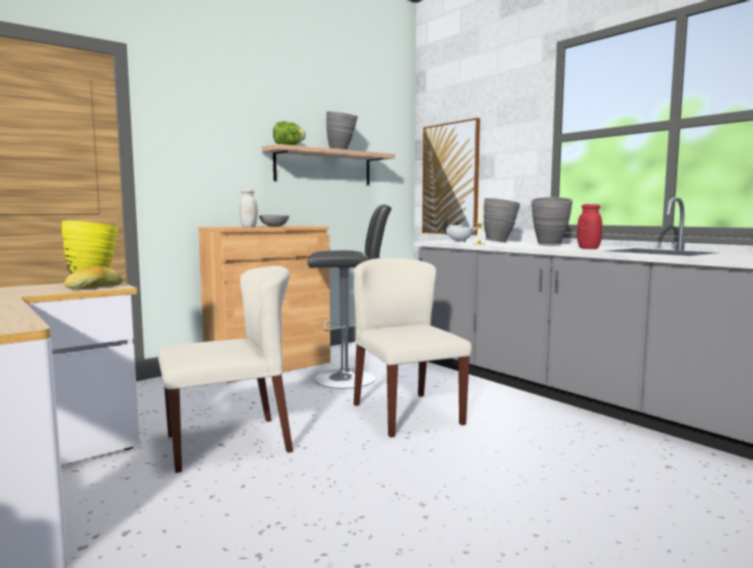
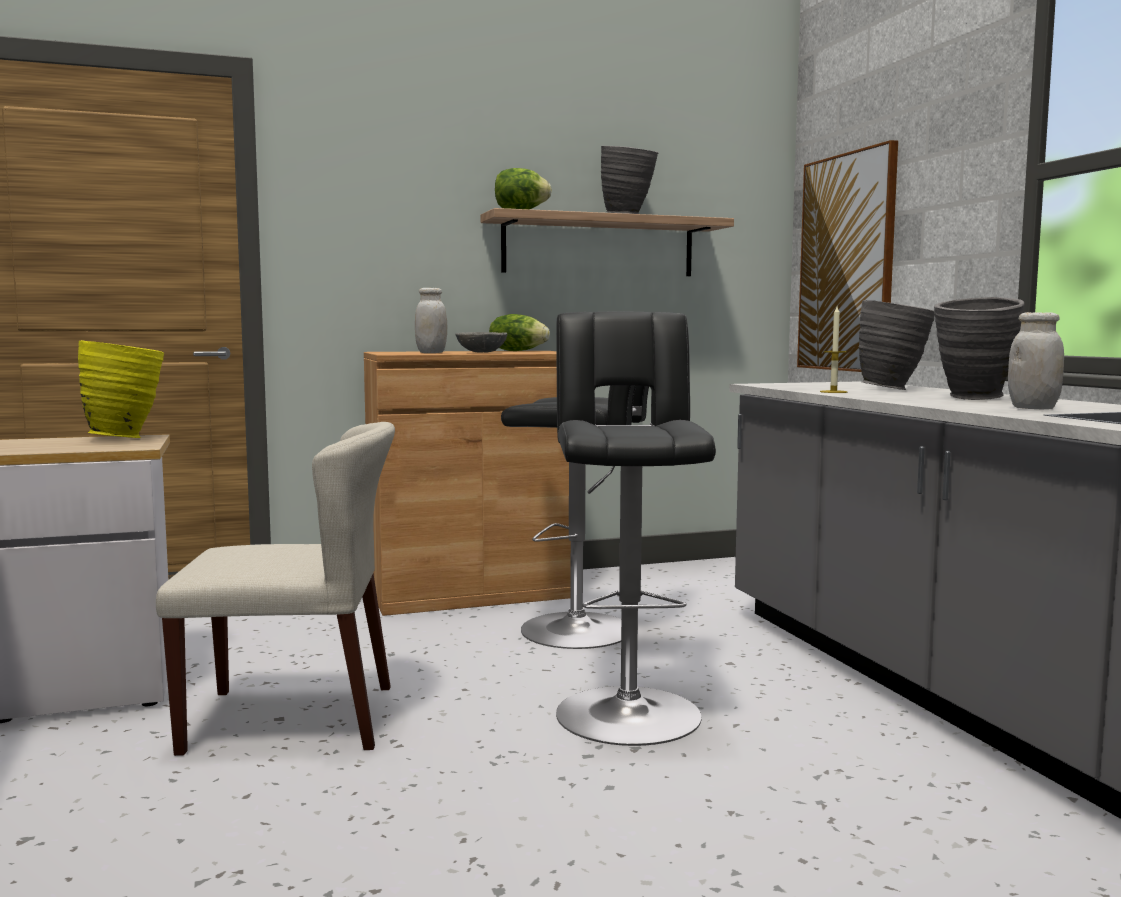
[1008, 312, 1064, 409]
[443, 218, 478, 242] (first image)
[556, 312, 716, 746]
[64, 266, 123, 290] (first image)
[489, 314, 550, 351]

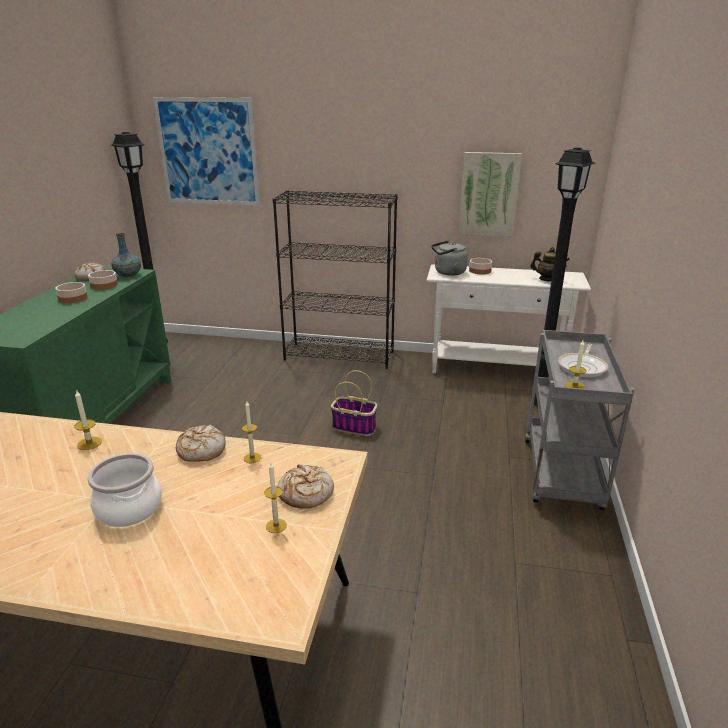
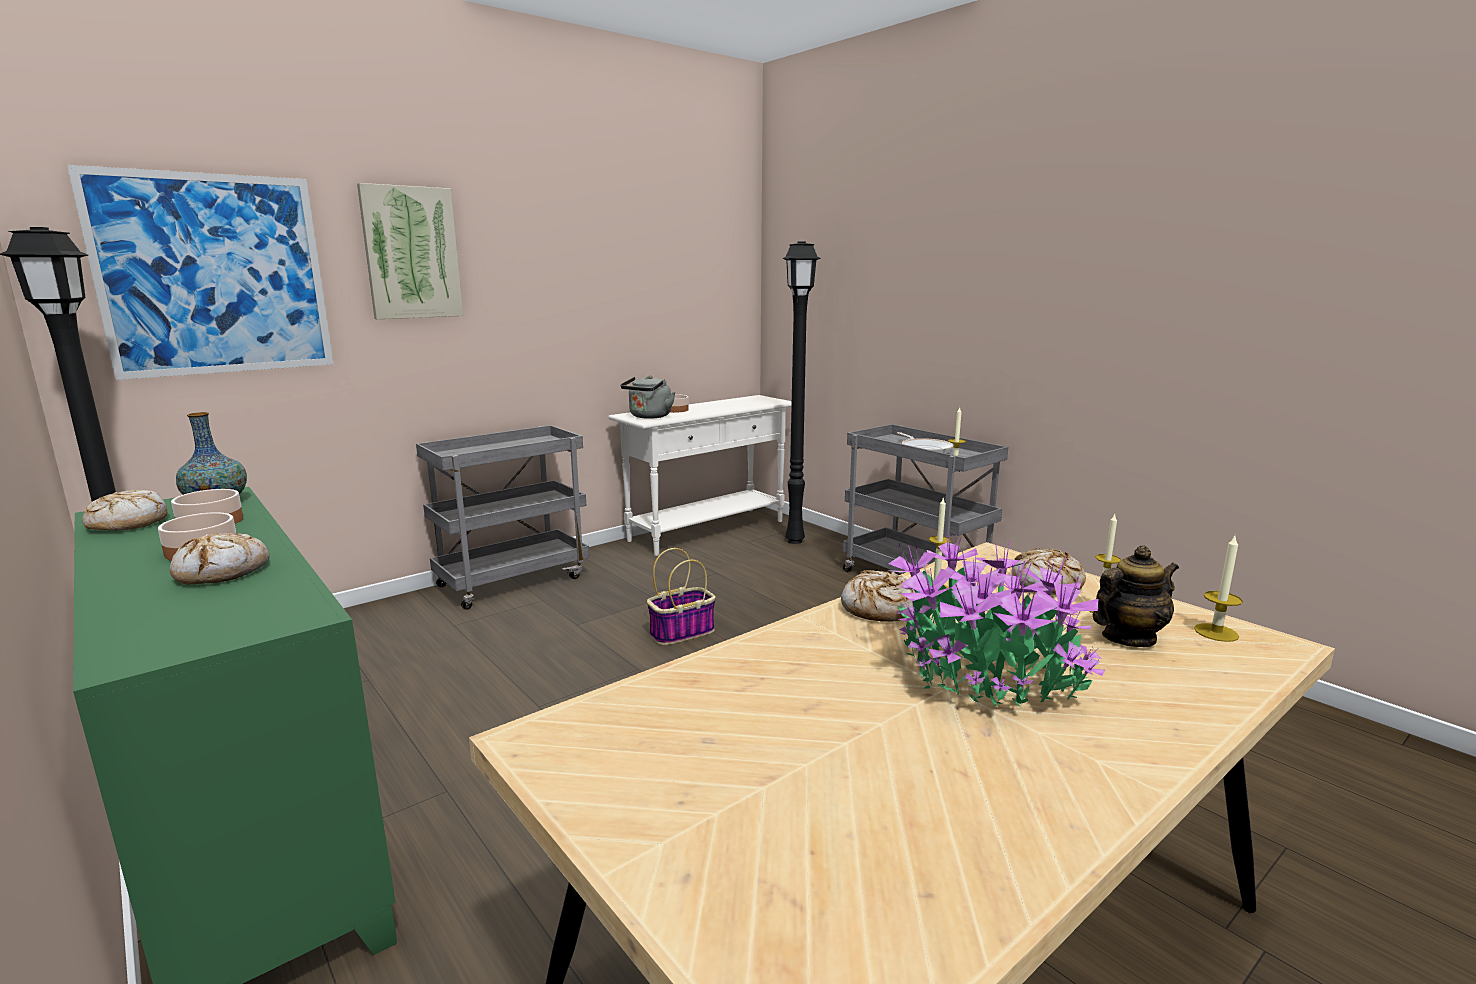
[357, 183, 463, 319]
[416, 425, 590, 610]
[1093, 545, 1179, 647]
[1194, 536, 1243, 642]
[886, 532, 1105, 708]
[170, 533, 270, 584]

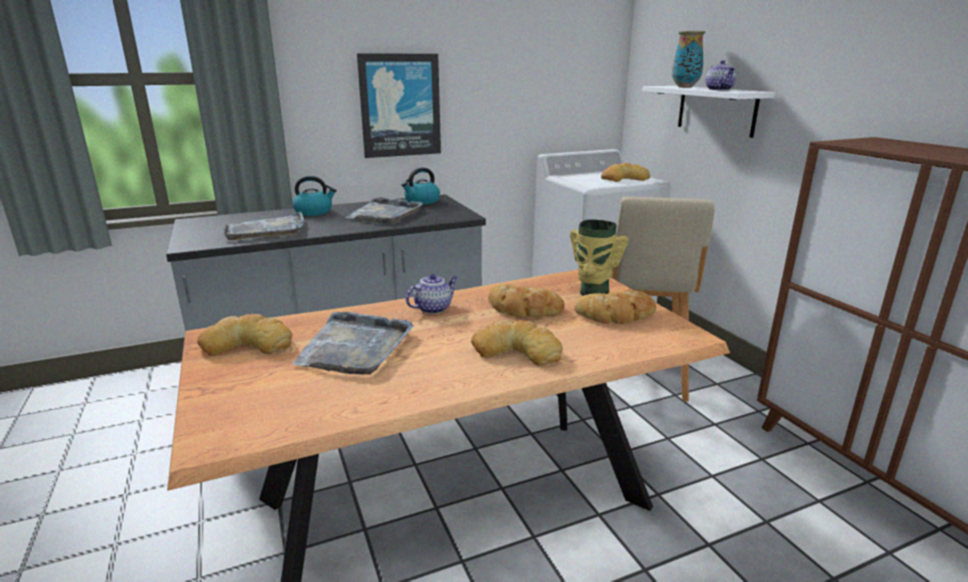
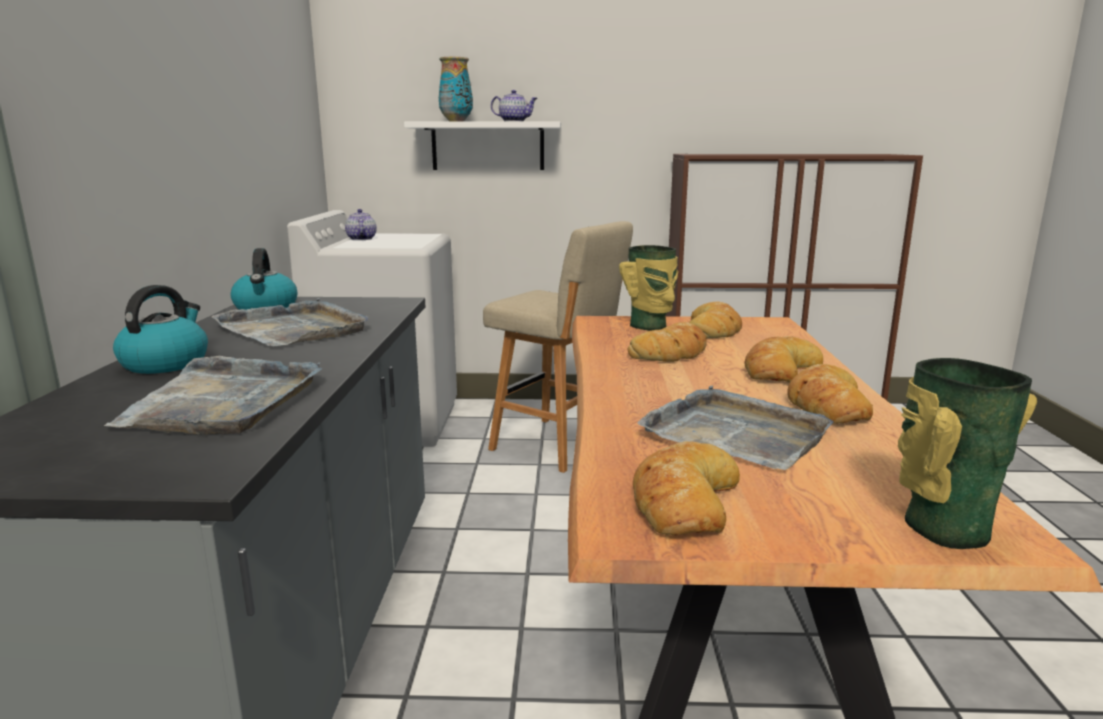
[357, 54, 441, 158] (first image)
[787, 364, 873, 424]
[345, 209, 377, 240]
[898, 358, 1037, 549]

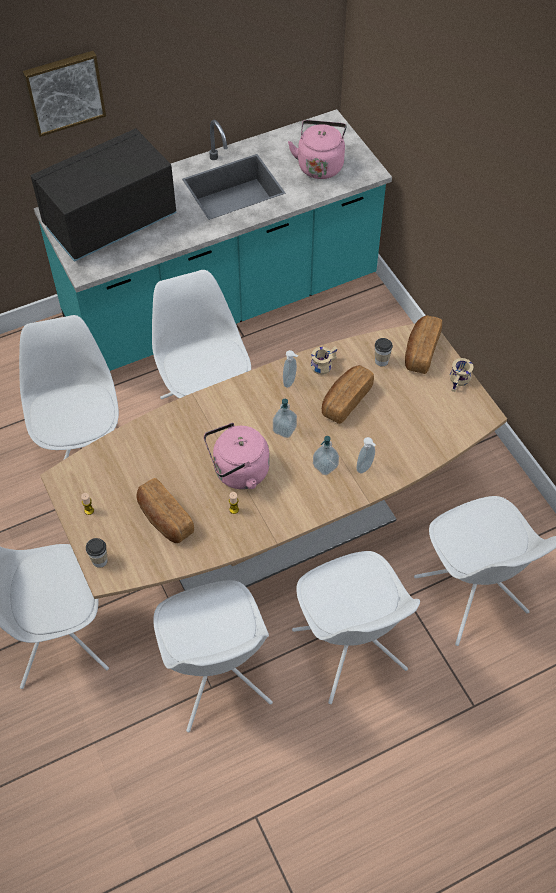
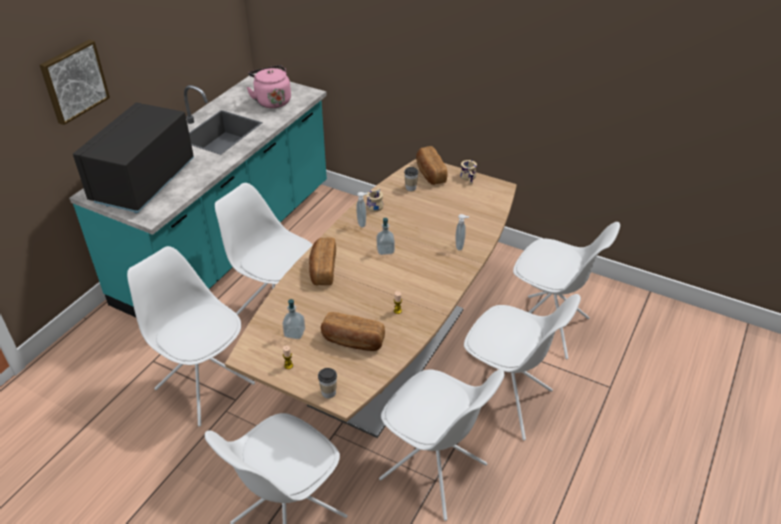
[309, 237, 336, 285]
[204, 423, 269, 489] (first image)
[282, 299, 305, 339]

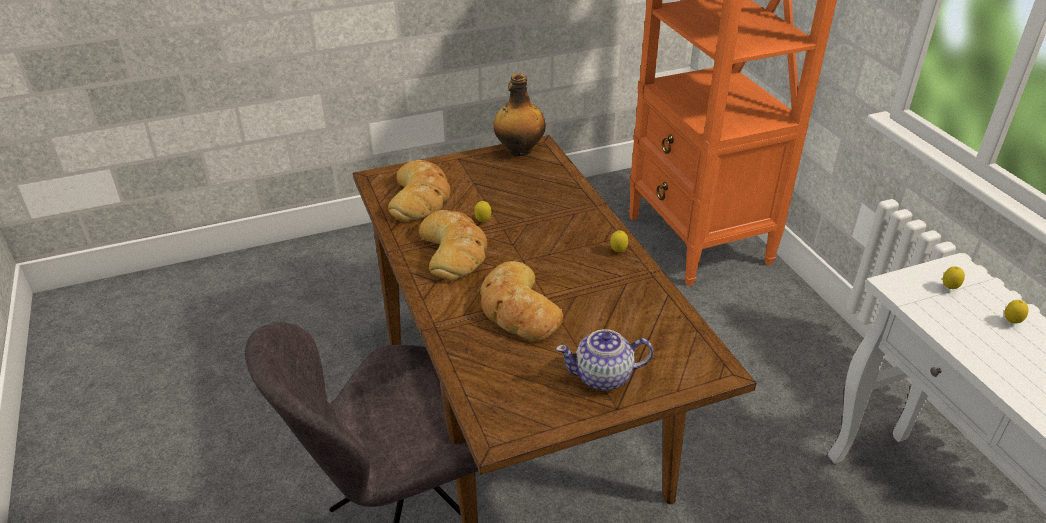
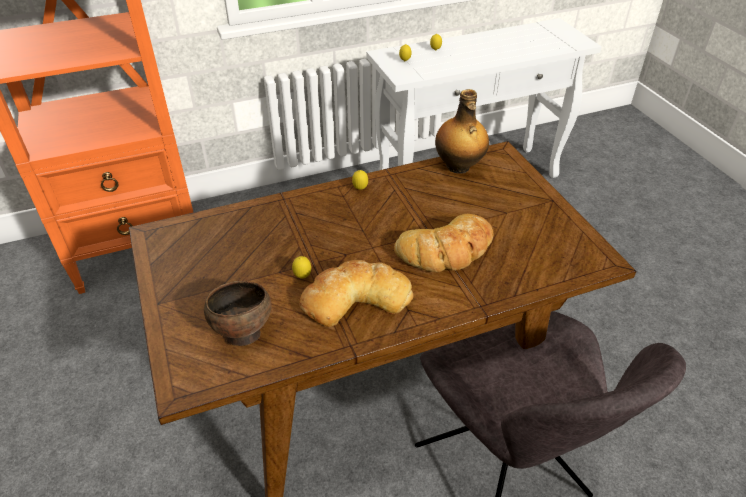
[435, 89, 489, 174]
[204, 281, 272, 346]
[556, 329, 654, 391] (first image)

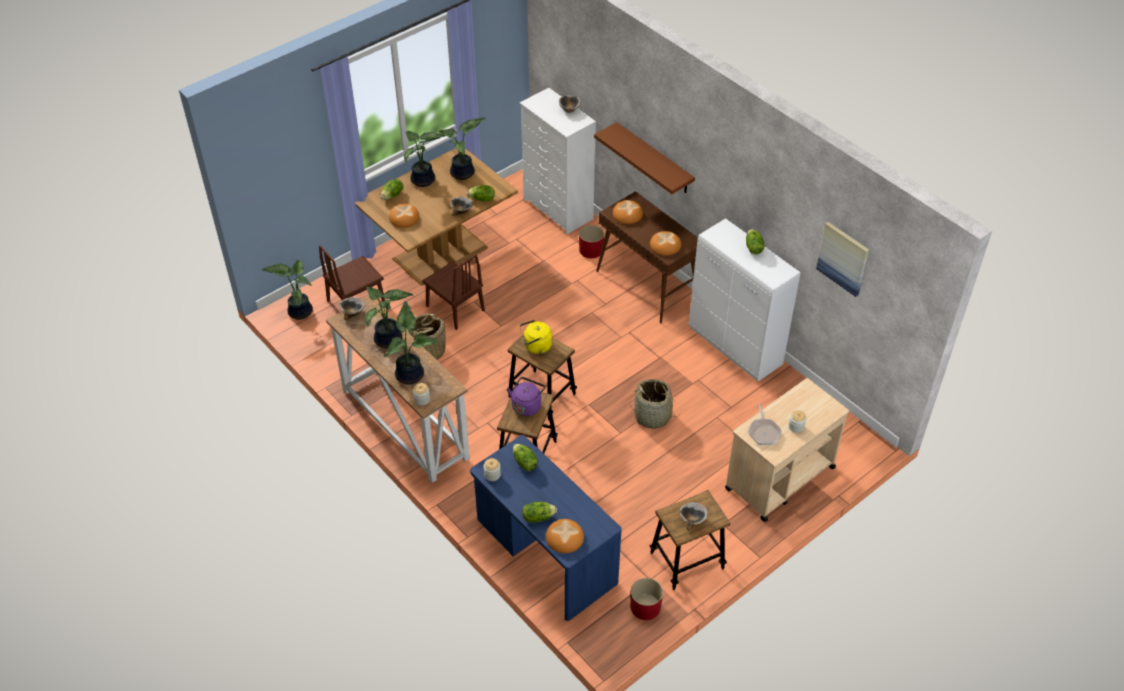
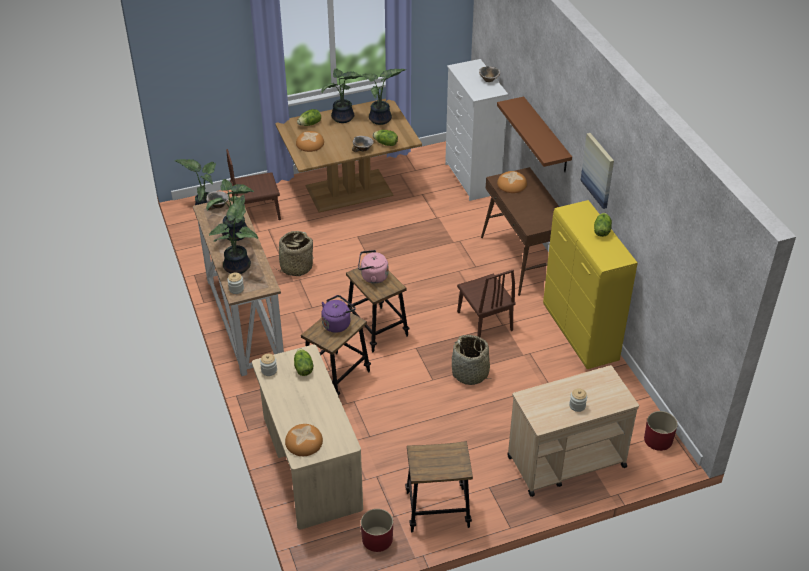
[543, 200, 638, 369]
[580, 133, 614, 209]
[644, 411, 678, 451]
[650, 231, 681, 256] (first image)
[457, 270, 516, 338]
[358, 250, 388, 284]
[748, 404, 782, 445] (first image)
[252, 345, 363, 530]
[522, 502, 557, 523] (first image)
[679, 502, 708, 531] (first image)

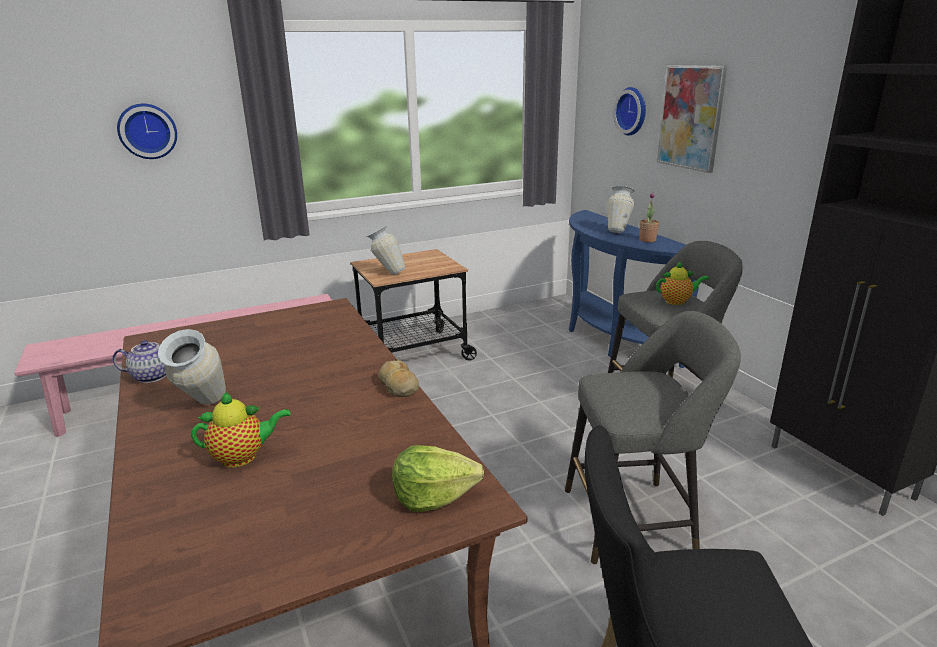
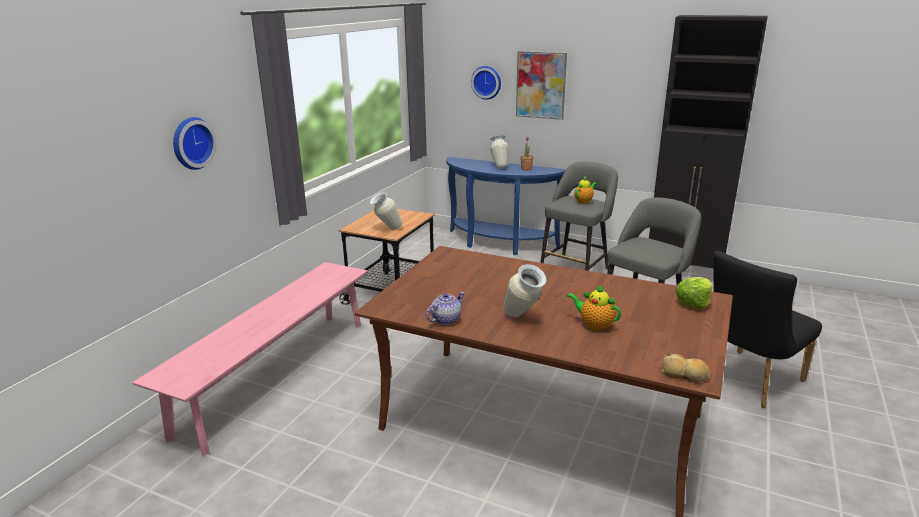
[662, 354, 710, 382]
[566, 284, 621, 331]

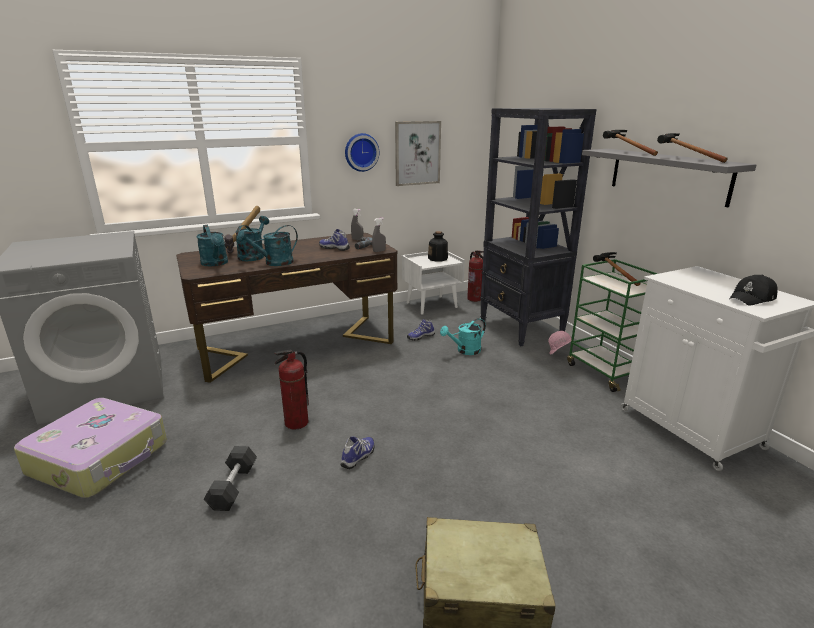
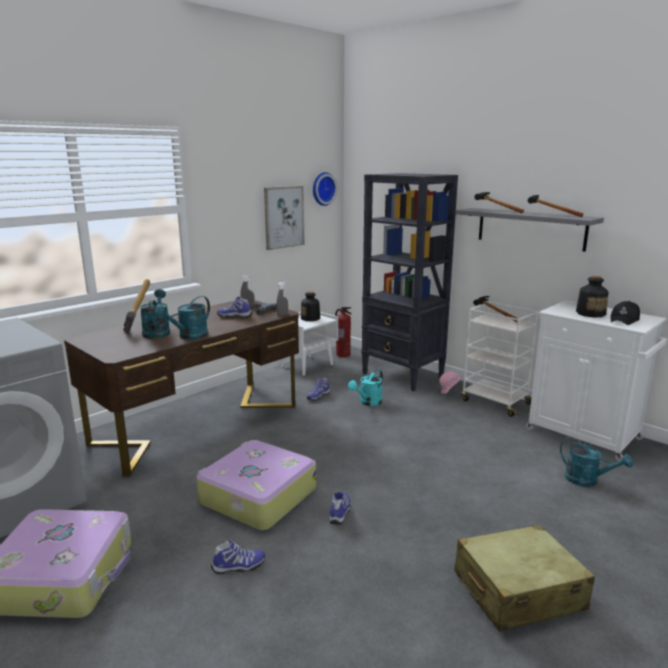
[313, 172, 337, 206]
[560, 438, 633, 487]
[461, 302, 538, 417]
[196, 440, 316, 530]
[211, 540, 265, 574]
[576, 276, 608, 317]

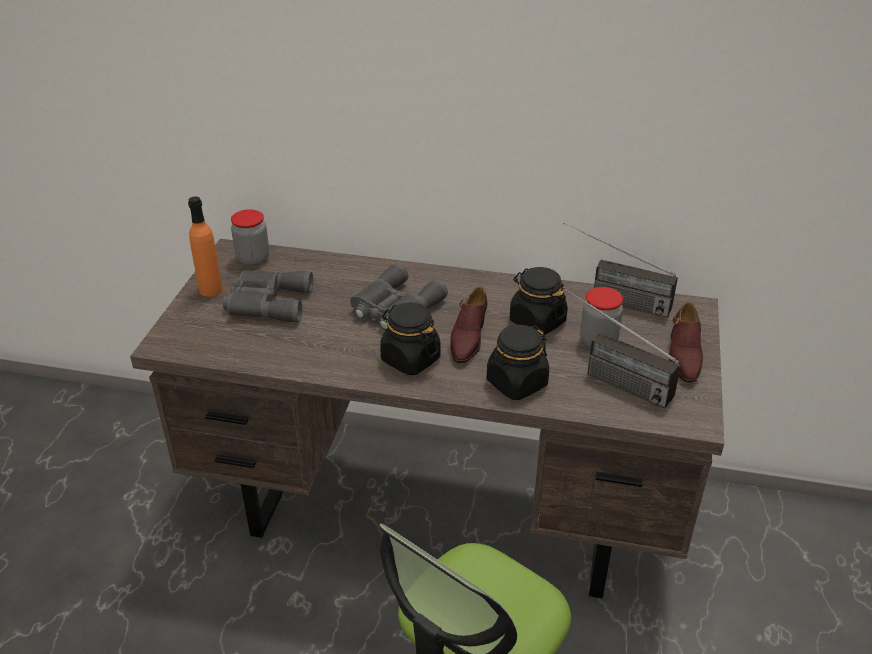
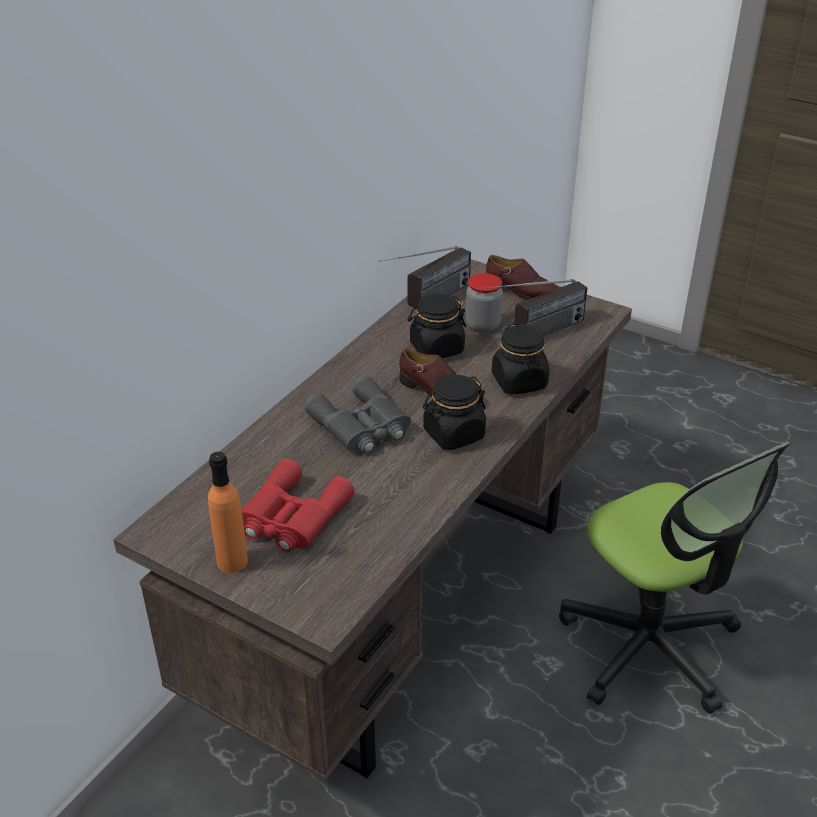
[231, 209, 269, 266] (first image)
[242, 459, 355, 553]

